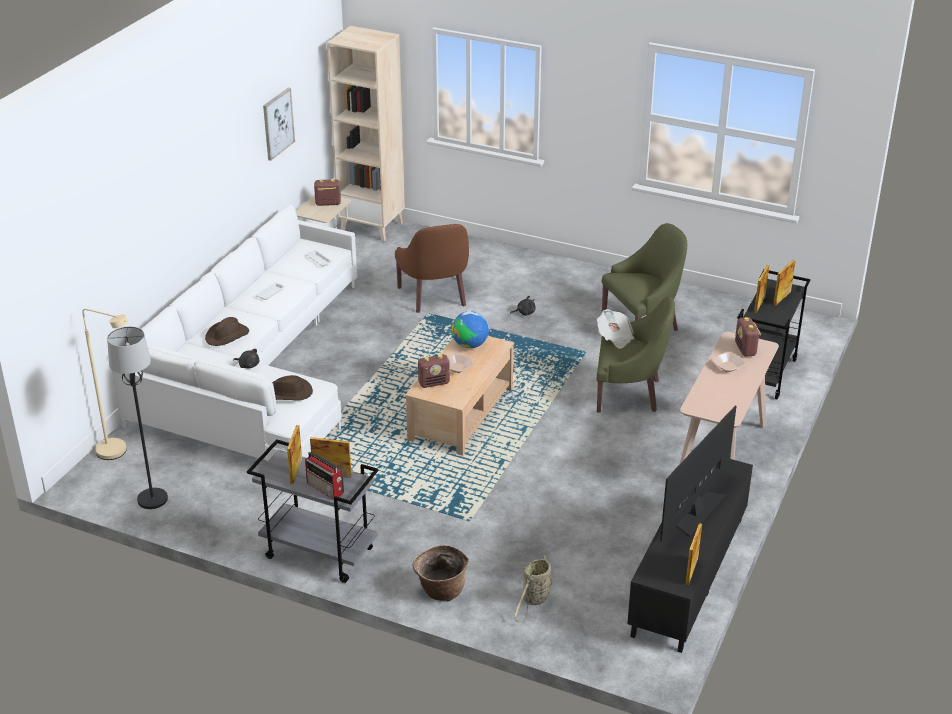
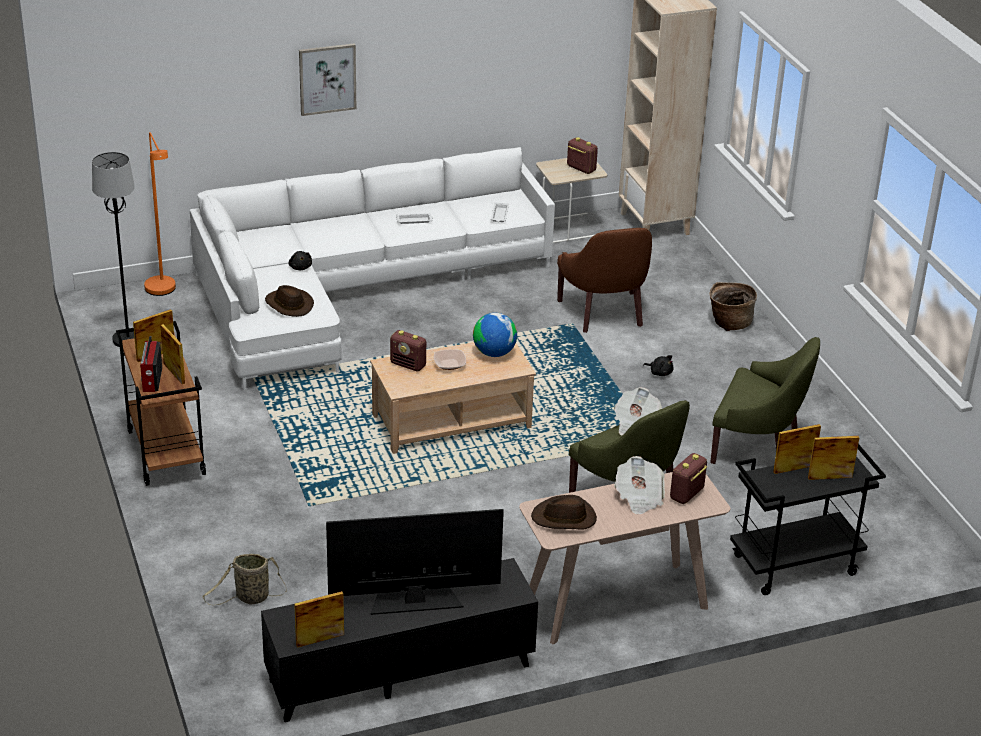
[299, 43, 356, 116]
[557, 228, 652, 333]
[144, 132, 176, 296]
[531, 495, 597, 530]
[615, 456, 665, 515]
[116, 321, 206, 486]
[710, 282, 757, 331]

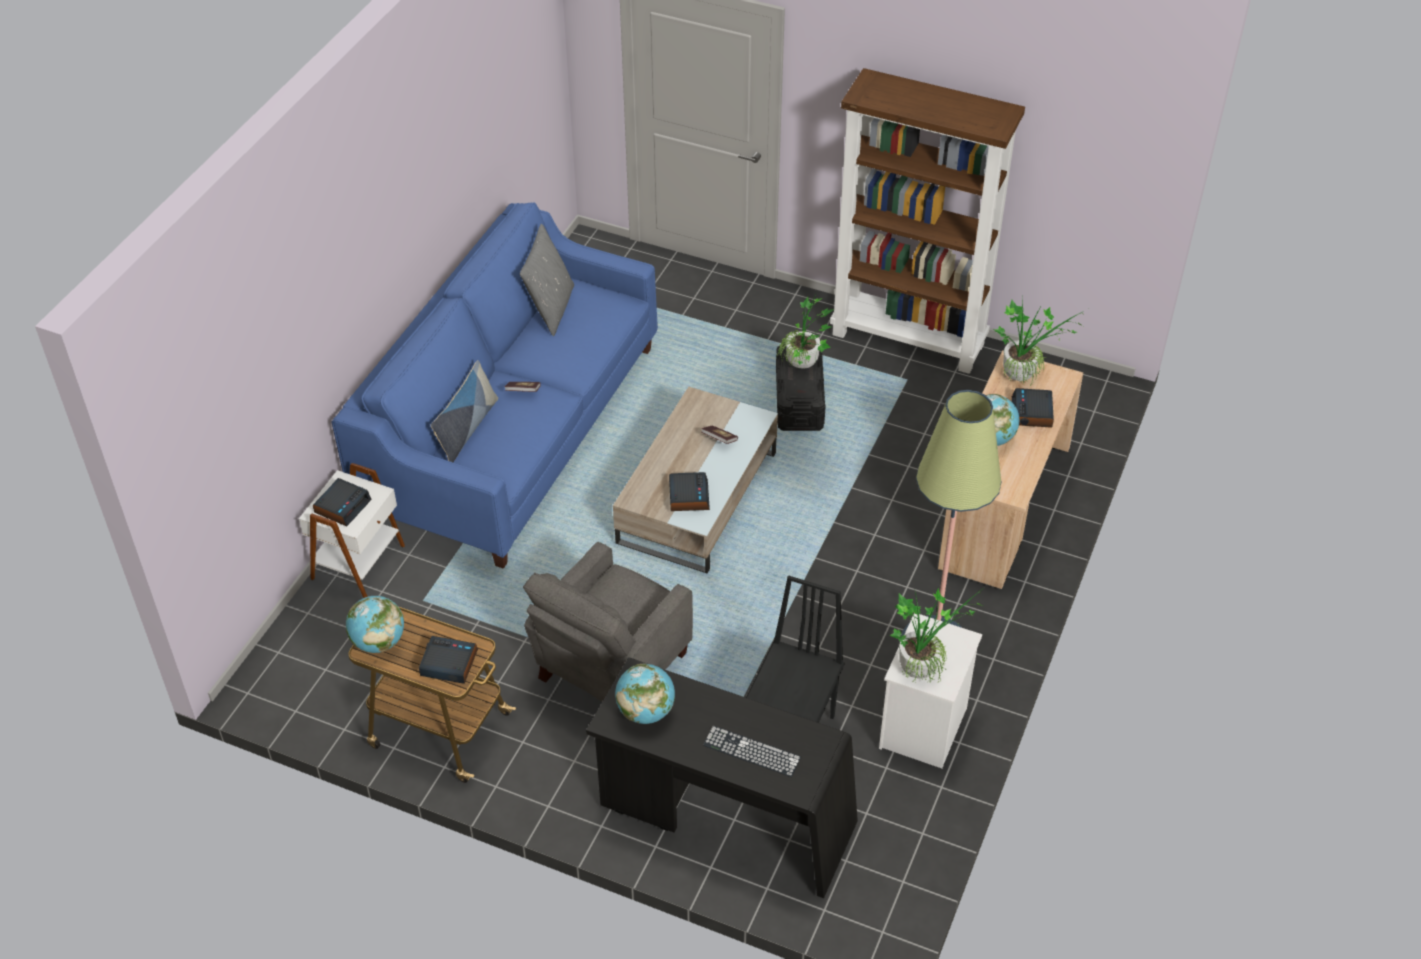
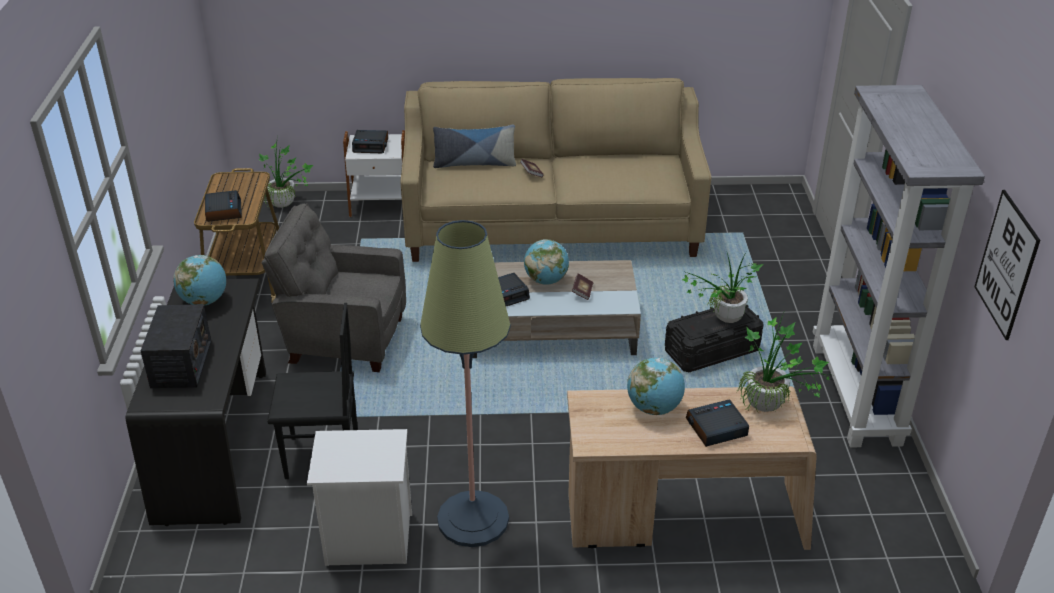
[813, 85, 985, 447]
[400, 78, 711, 262]
[520, 224, 574, 336] (first image)
[258, 134, 314, 208]
[524, 239, 569, 285]
[140, 305, 212, 388]
[974, 190, 1040, 340]

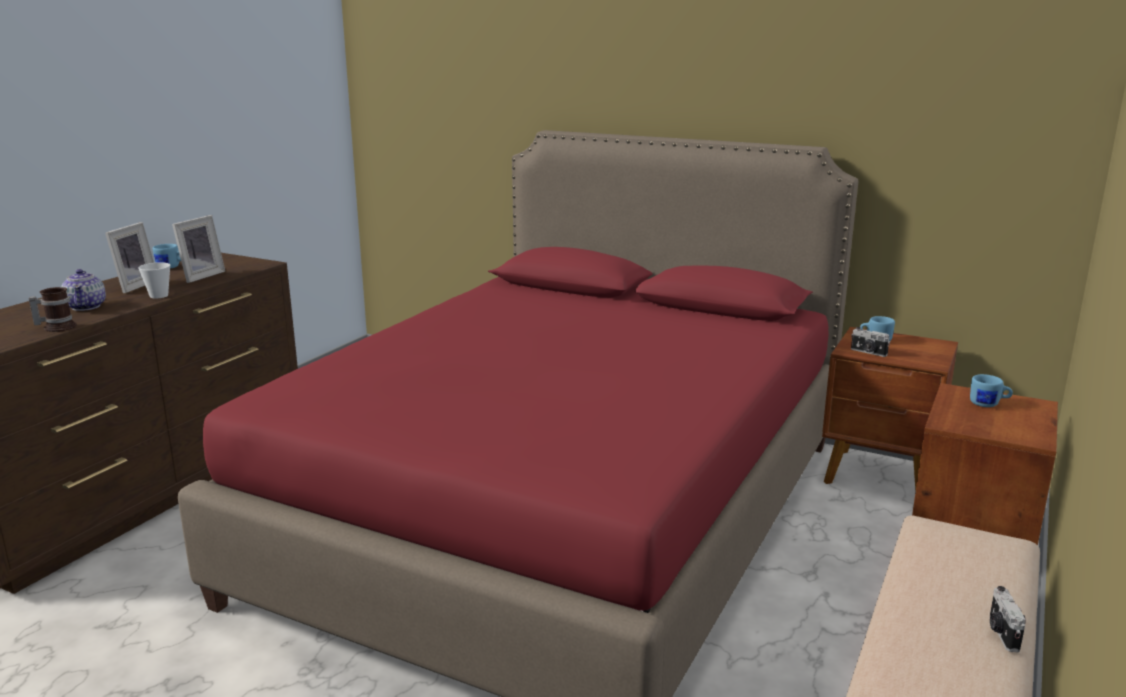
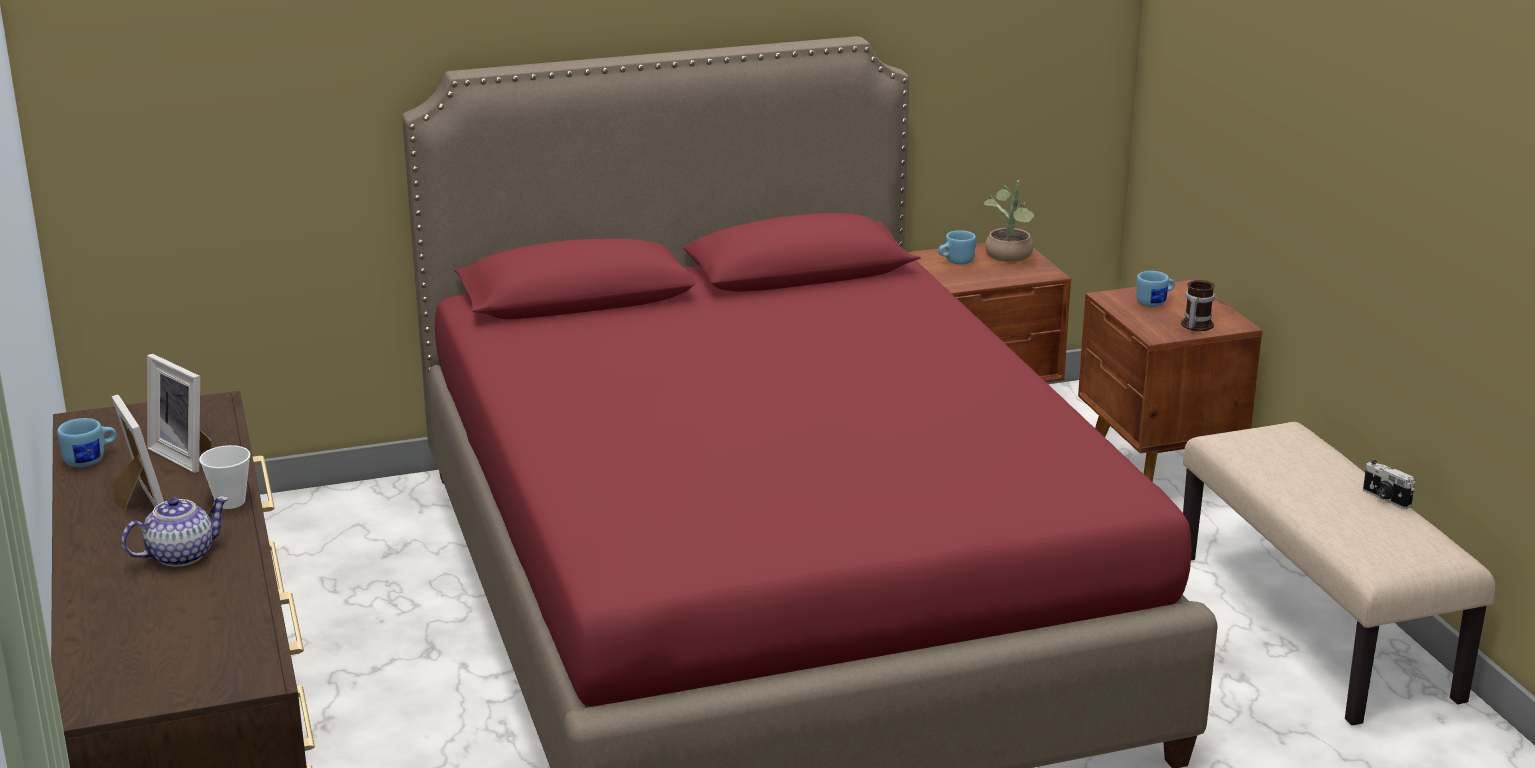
[147, 354, 212, 473]
[121, 496, 229, 567]
[1181, 280, 1215, 331]
[851, 327, 890, 357] (first image)
[984, 180, 1034, 262]

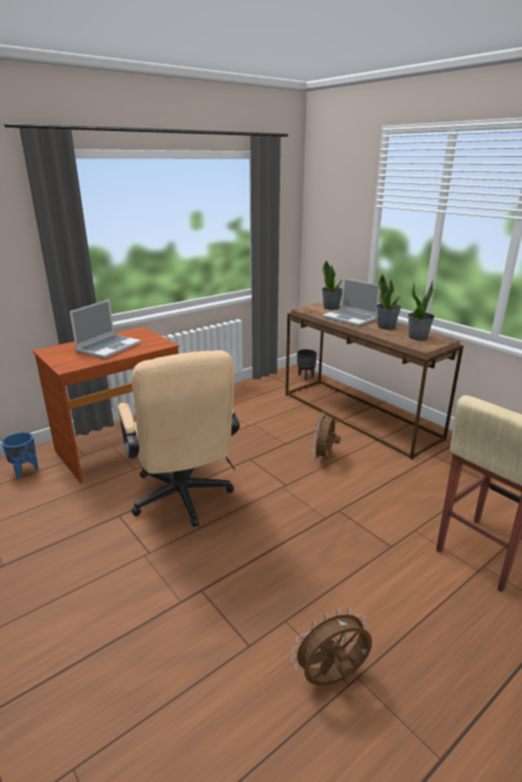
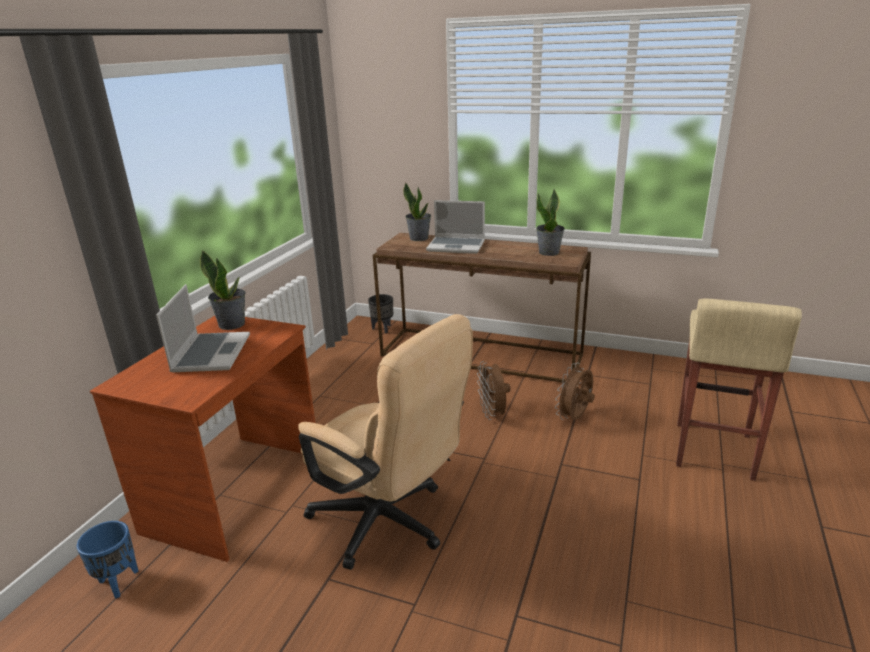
[200, 250, 245, 330]
[555, 363, 595, 420]

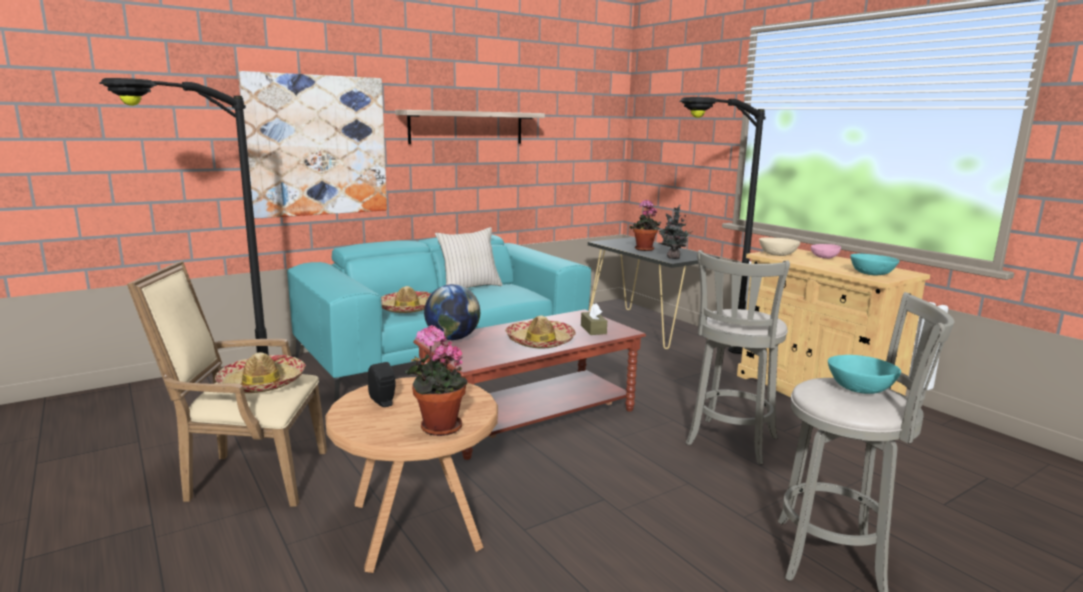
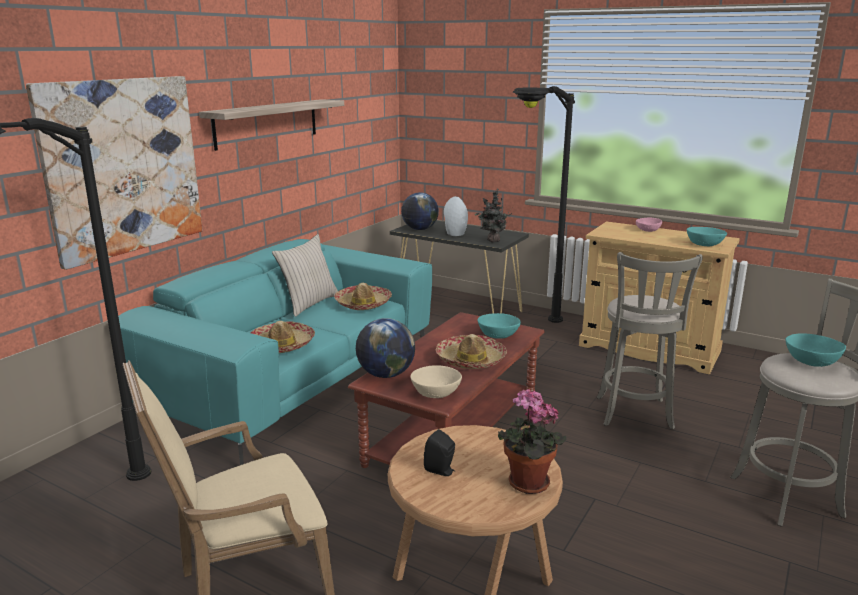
[444, 196, 468, 236]
[410, 365, 462, 398]
[477, 313, 521, 339]
[334, 283, 392, 310]
[401, 192, 439, 230]

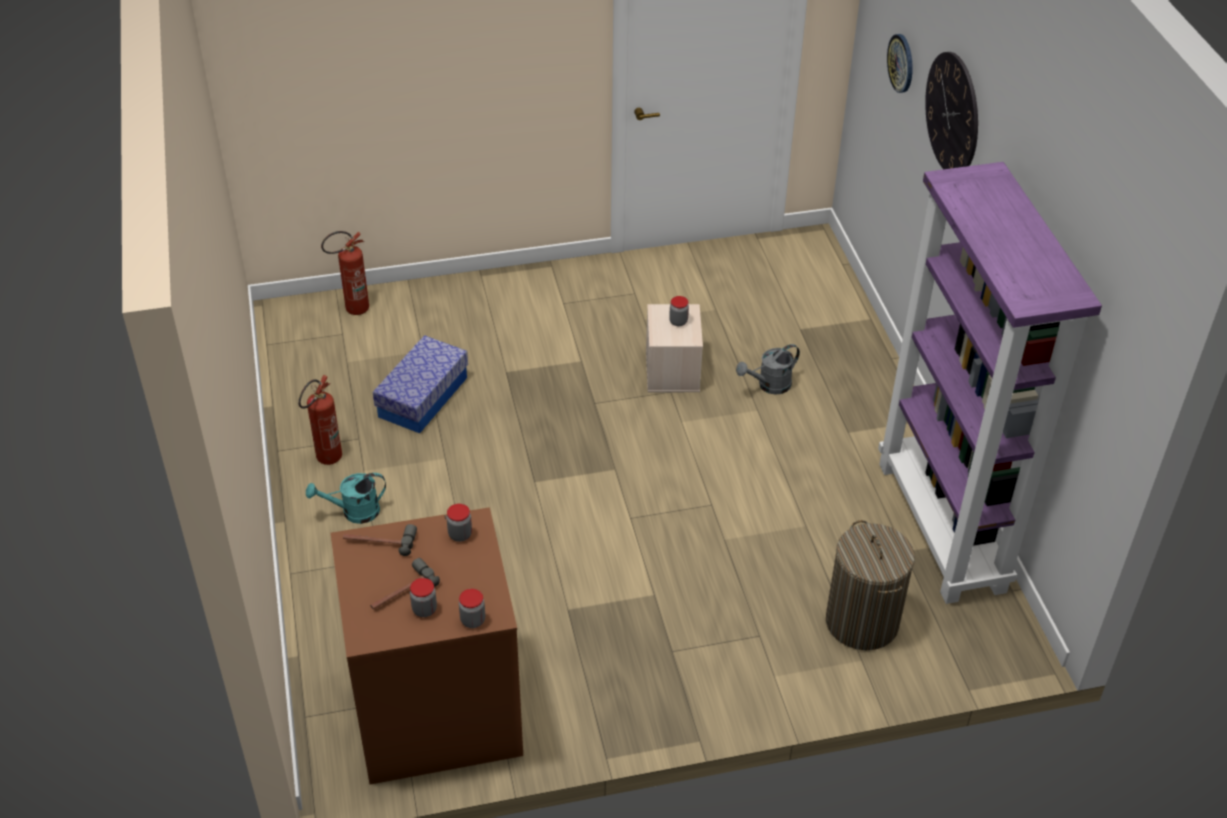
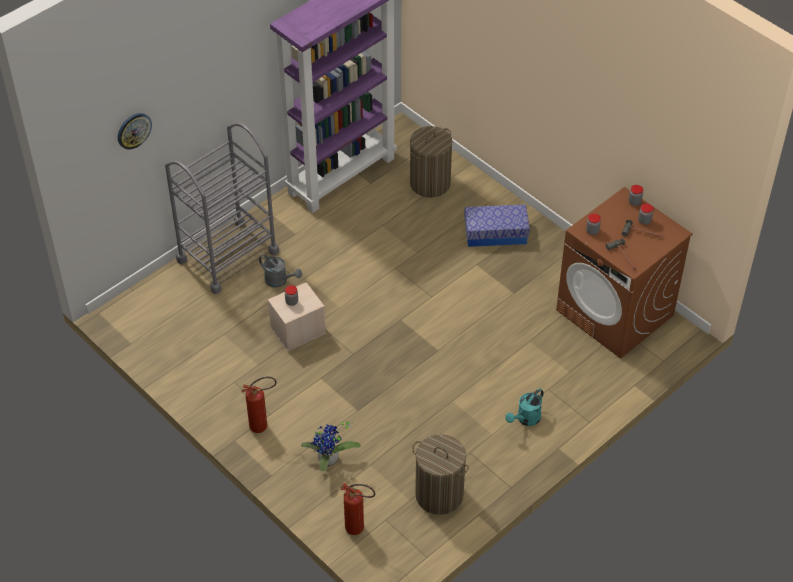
[925, 52, 978, 169] (first image)
[464, 205, 530, 247]
[241, 377, 277, 433]
[506, 389, 544, 426]
[165, 122, 279, 294]
[301, 421, 361, 471]
[412, 434, 469, 515]

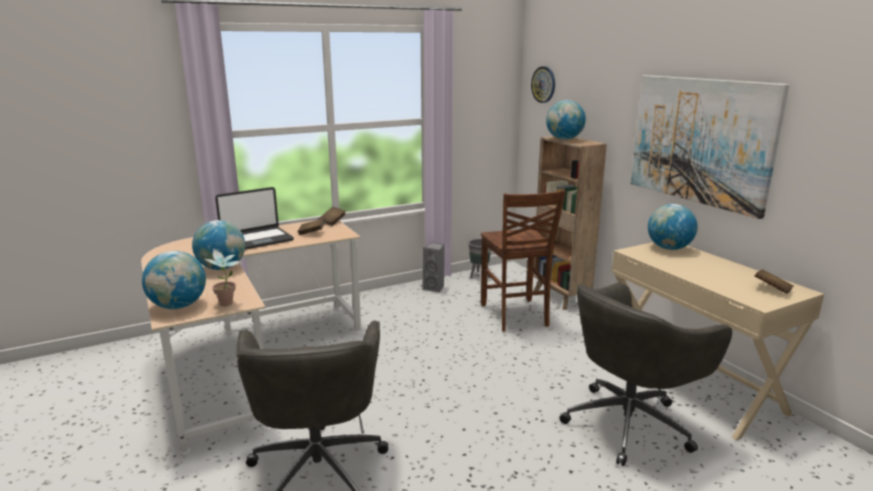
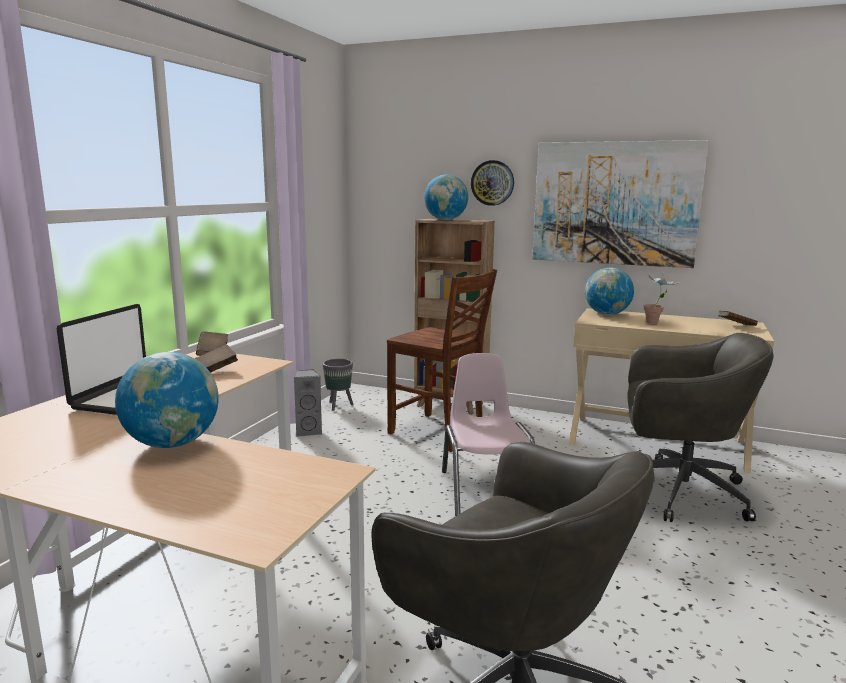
[471, 160, 514, 206]
[643, 274, 680, 324]
[142, 251, 206, 309] (first image)
[627, 333, 774, 522]
[442, 353, 535, 516]

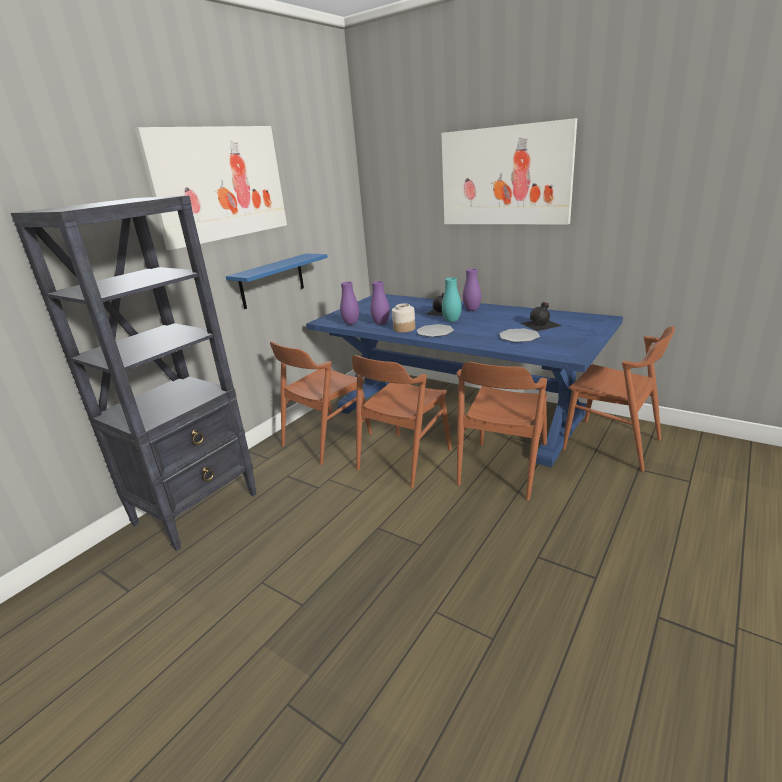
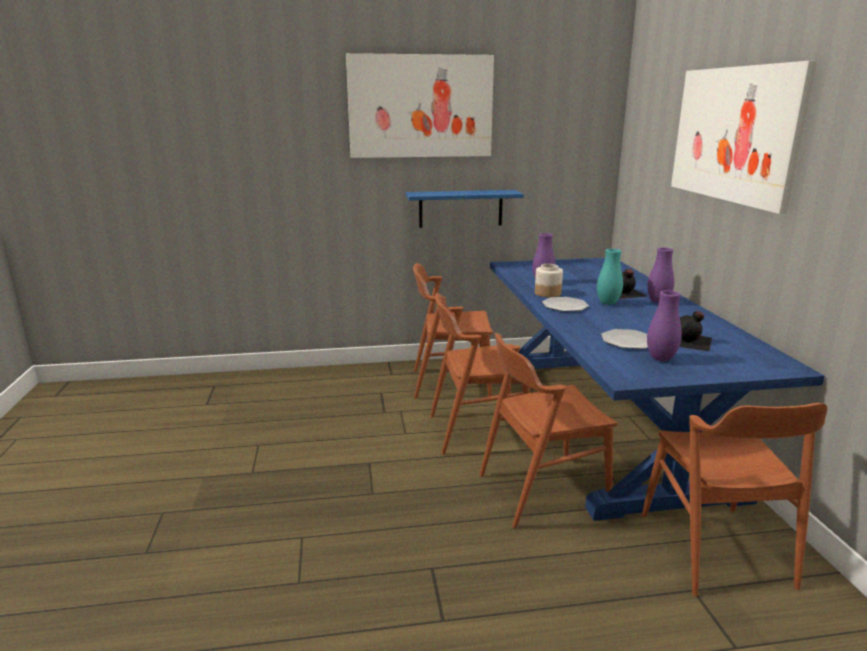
[11, 195, 257, 551] (first image)
[647, 290, 682, 361]

